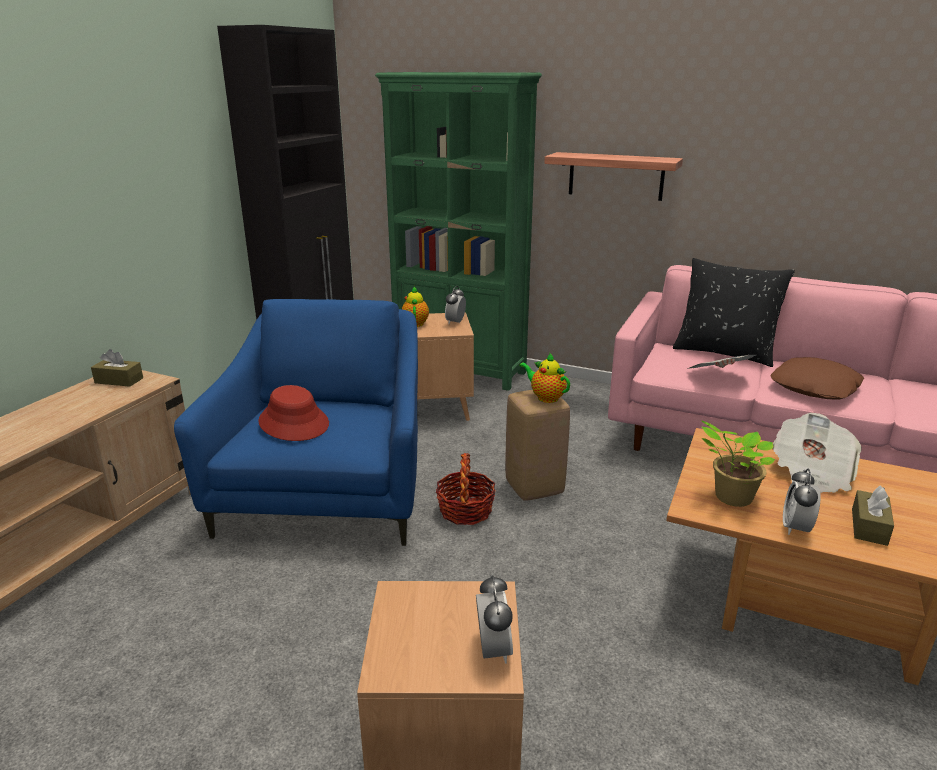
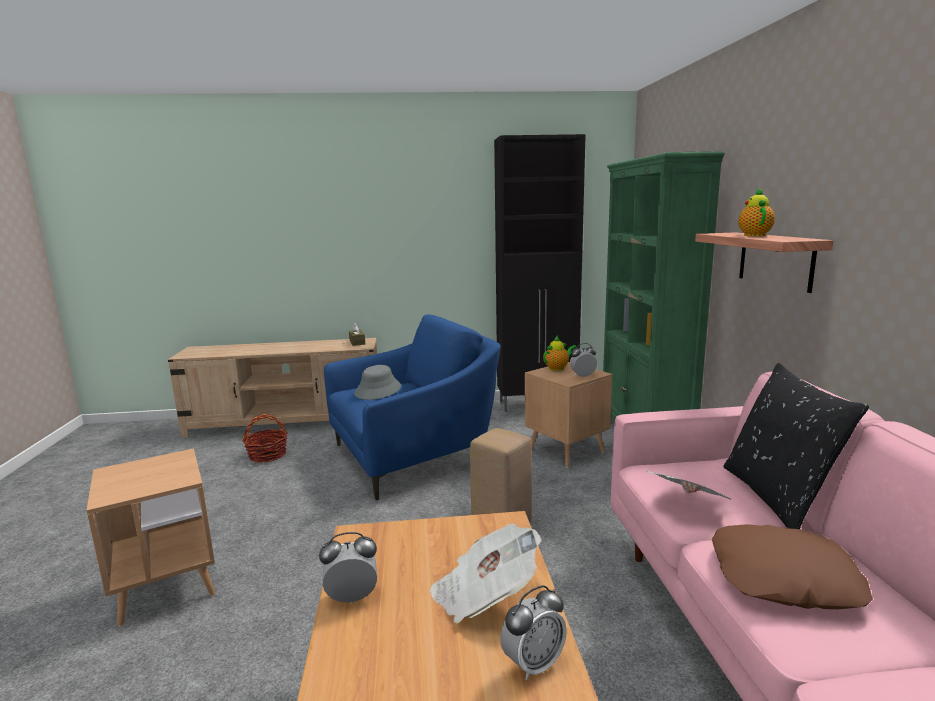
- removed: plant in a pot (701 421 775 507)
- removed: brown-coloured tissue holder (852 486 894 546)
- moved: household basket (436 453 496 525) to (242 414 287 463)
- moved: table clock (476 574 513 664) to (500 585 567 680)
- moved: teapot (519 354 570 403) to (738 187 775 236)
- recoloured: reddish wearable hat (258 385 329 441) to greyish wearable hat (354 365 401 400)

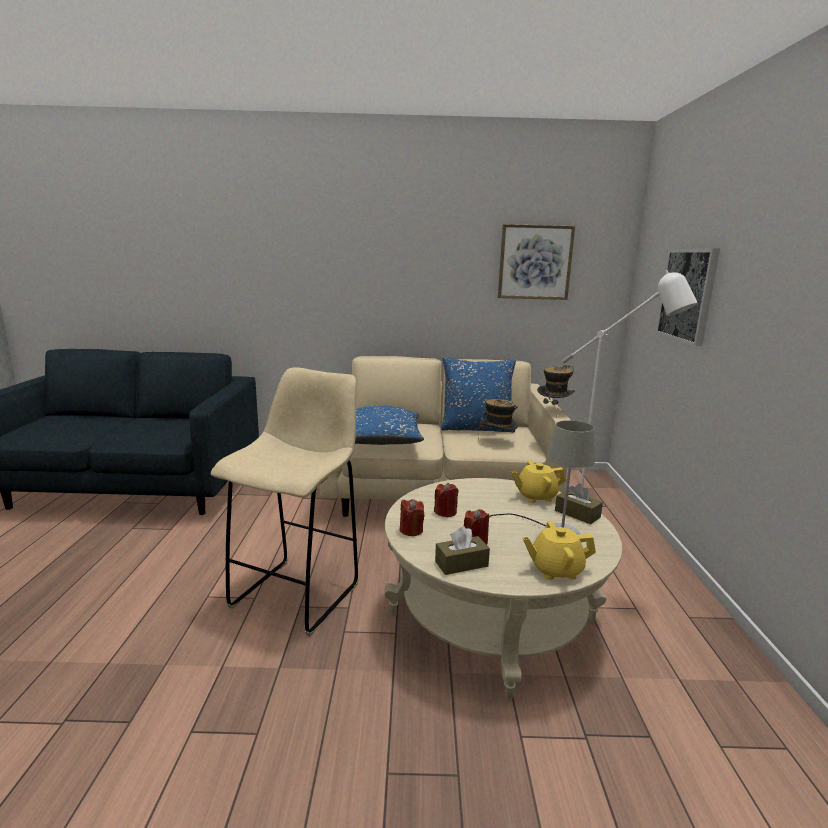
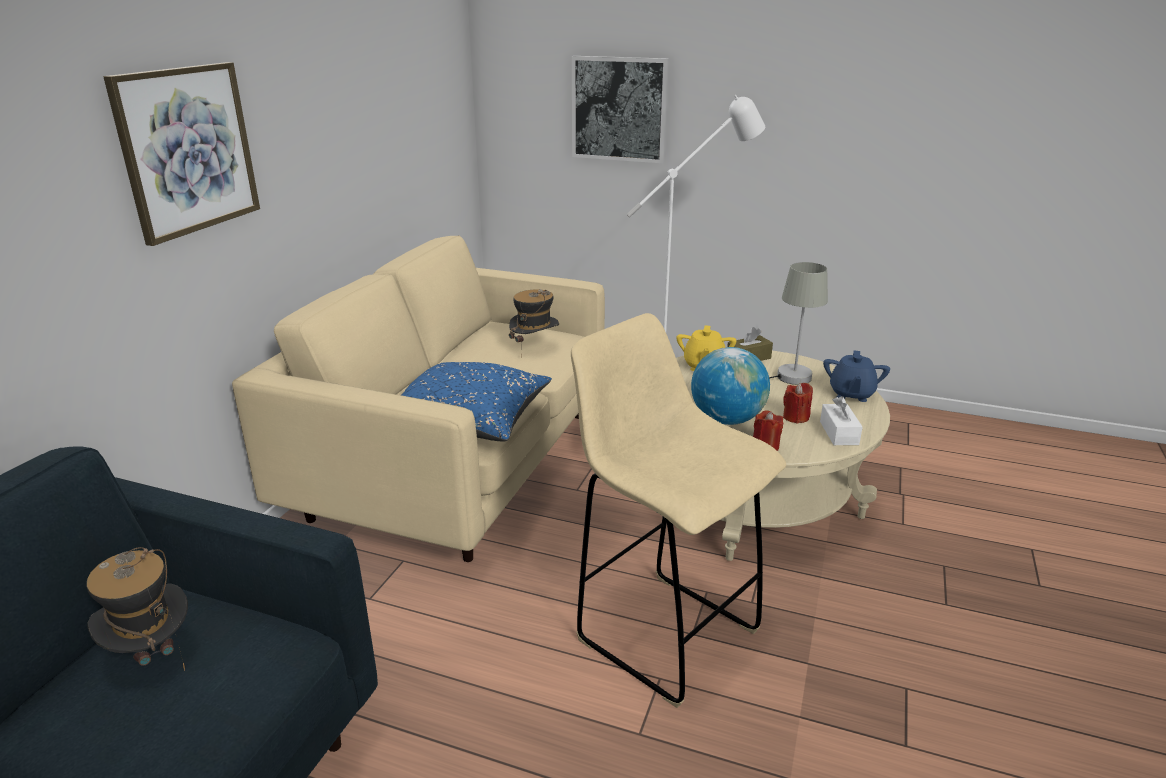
- removed: bluish pillow (441 357 516 432)
- moved: picture (498 224 575 300) to (103 62 260 246)
- moved: wearable hat (537 365 575 417) to (86 547 188 671)
- replaced: reddish candle (434 483 459 517) to world globe (691 347 770 425)
- recoloured: brown-coloured tissue holder (435 526 490 575) to whitish tissue holder (820 396 863 445)
- recoloured: yellow-coloured teapot (523 521 596 580) to bluish teapot (823 350 890 402)

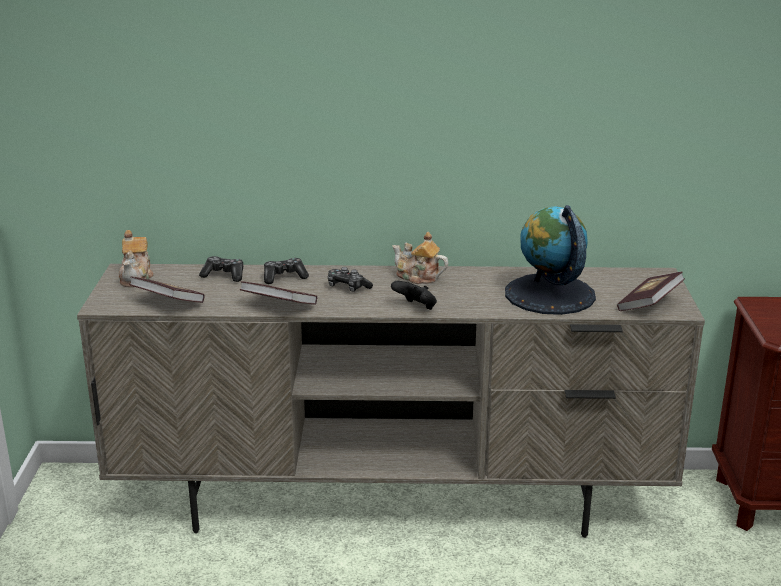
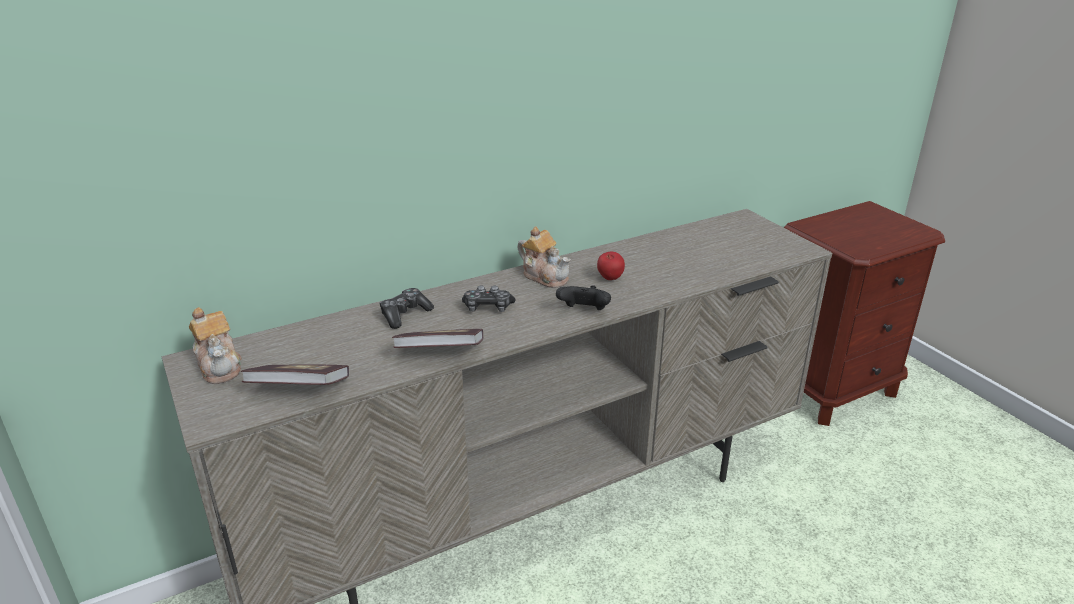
- removed: game controller (199 256 243 282)
- removed: world globe (505 205 596 315)
- removed: bound book (617 272 685 311)
- added: apple fruit (597 252 625 280)
- turned: teapot (393 232 448 284) = (517 226 571 288) 135 degrees counterclockwise

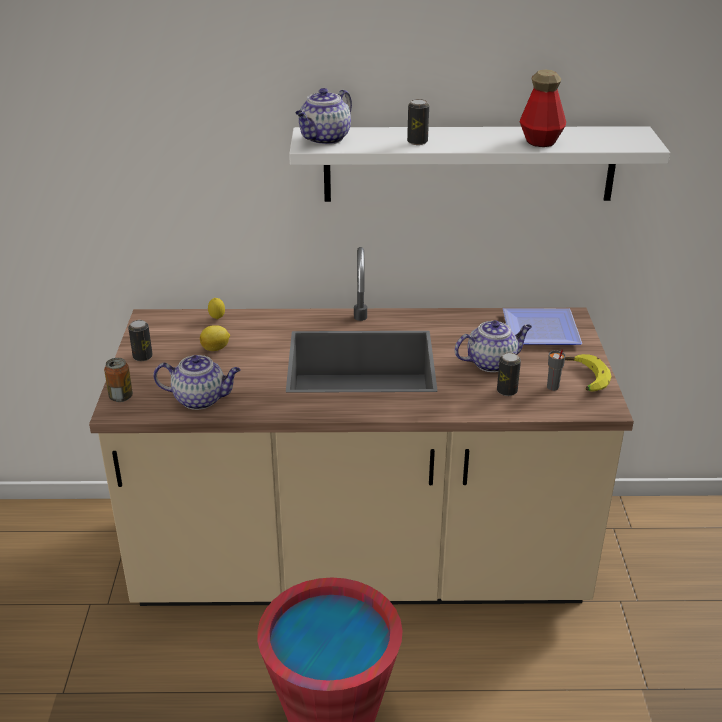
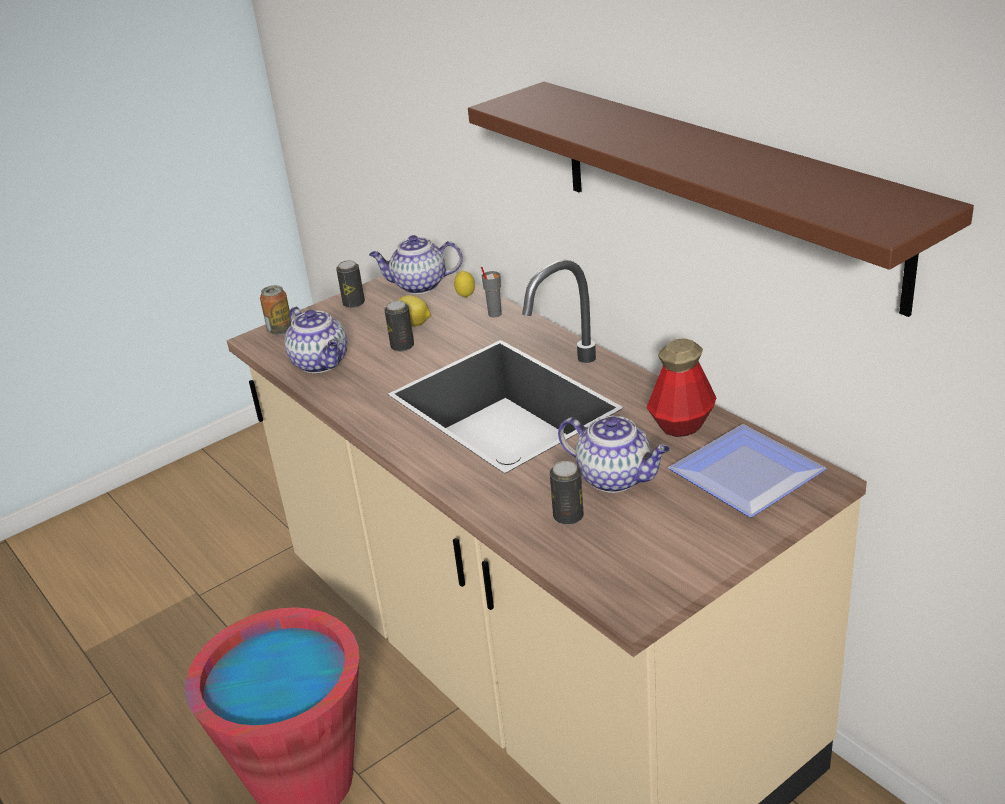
- removed: banana (565 354 612 391)
- moved: teapot (295 88 352 145) to (369 235 463 294)
- moved: metal can (407 99 429 145) to (384 300 414 352)
- moved: bottle (520 70 566 147) to (646 338 717 437)
- moved: greyish cup (547 349 566 391) to (481 267 502 317)
- recoloured: whitish shelf (289 126 670 202) to brown-coloured shelf (468 82 974 317)

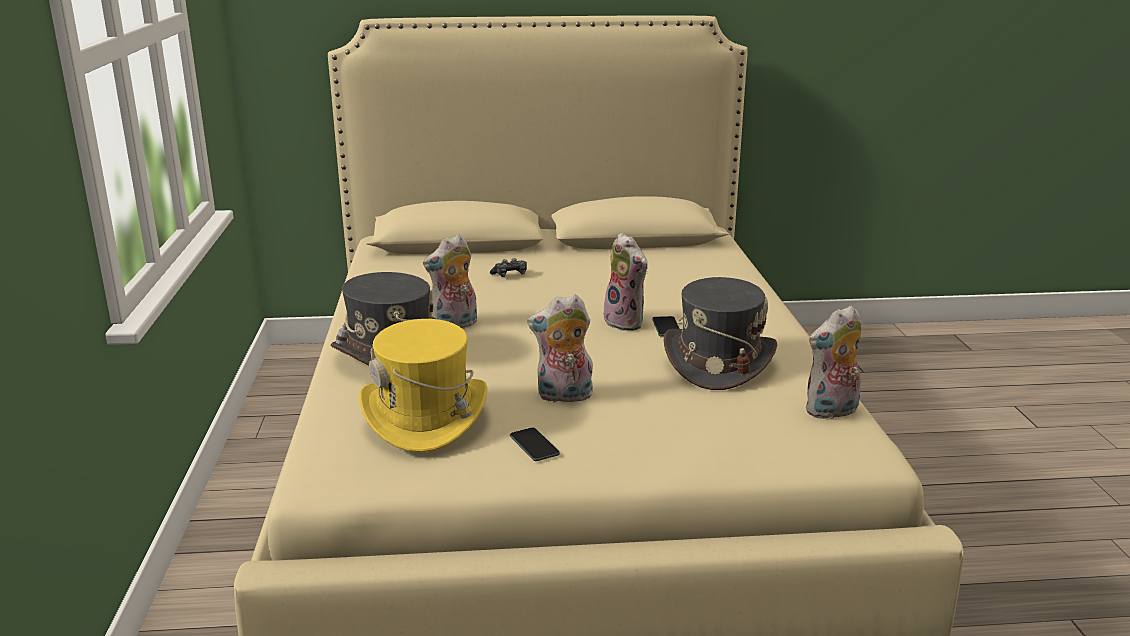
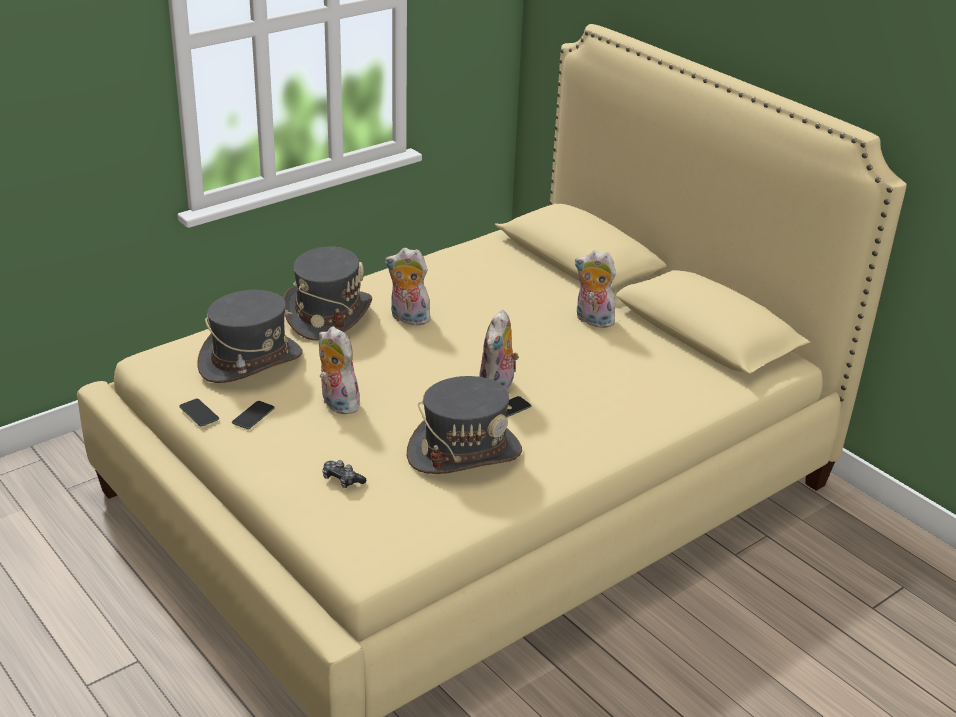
- added: phone (179 399 219 427)
- moved: game controller (490 258 527 277) to (322 460 366 488)
- moved: soft toy (806 306 862 420) to (574 250 616 328)
- recoloured: yellow-coloured wearable hat (359 319 488 452) to greyish wearable hat (197 290 303 383)

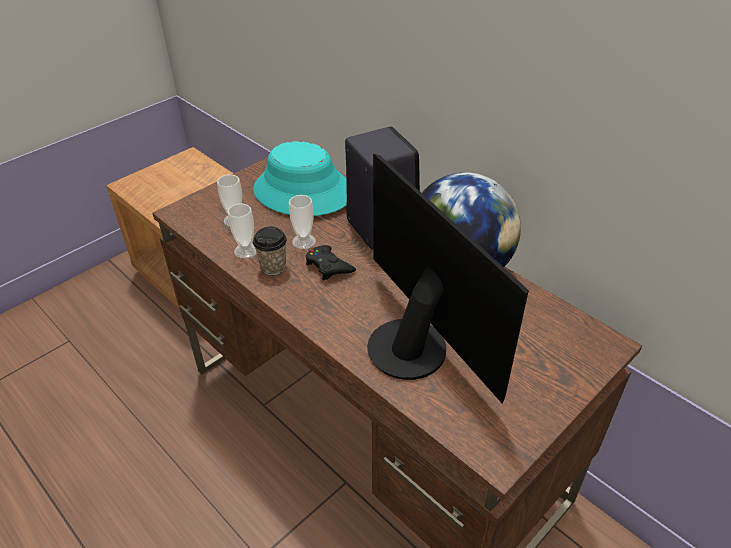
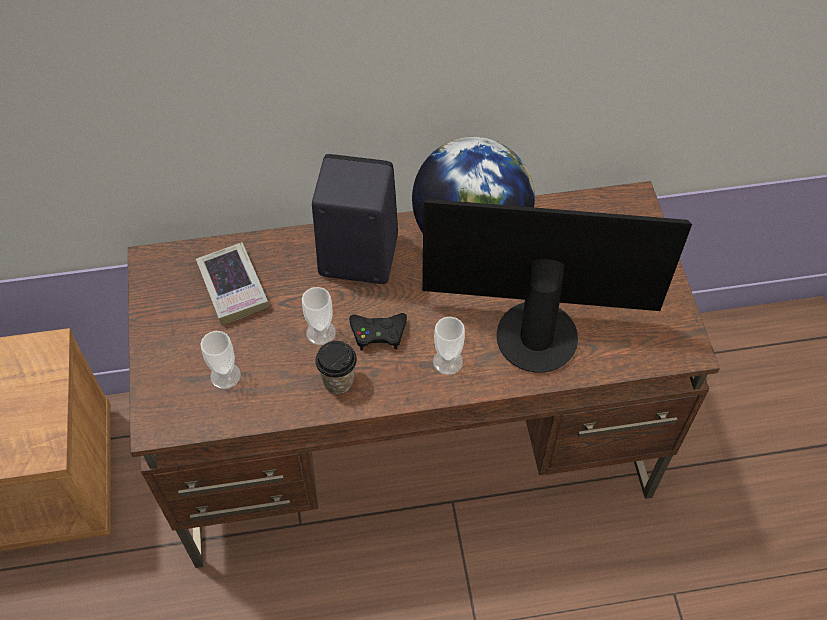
- moved: cup (227 204 257 259) to (433 317 465 375)
- replaced: blue-green wearable hat (253 141 347 216) to bound book (196 242 270 325)

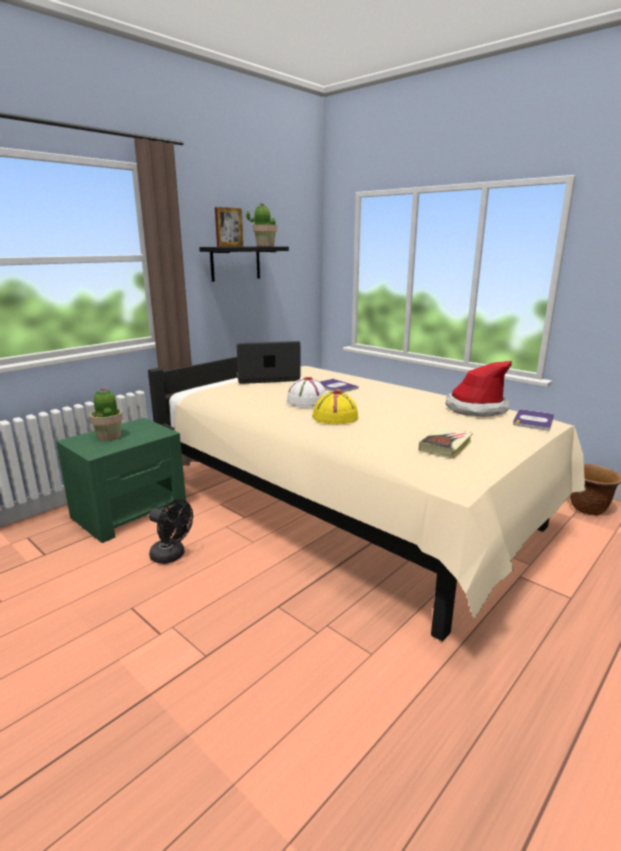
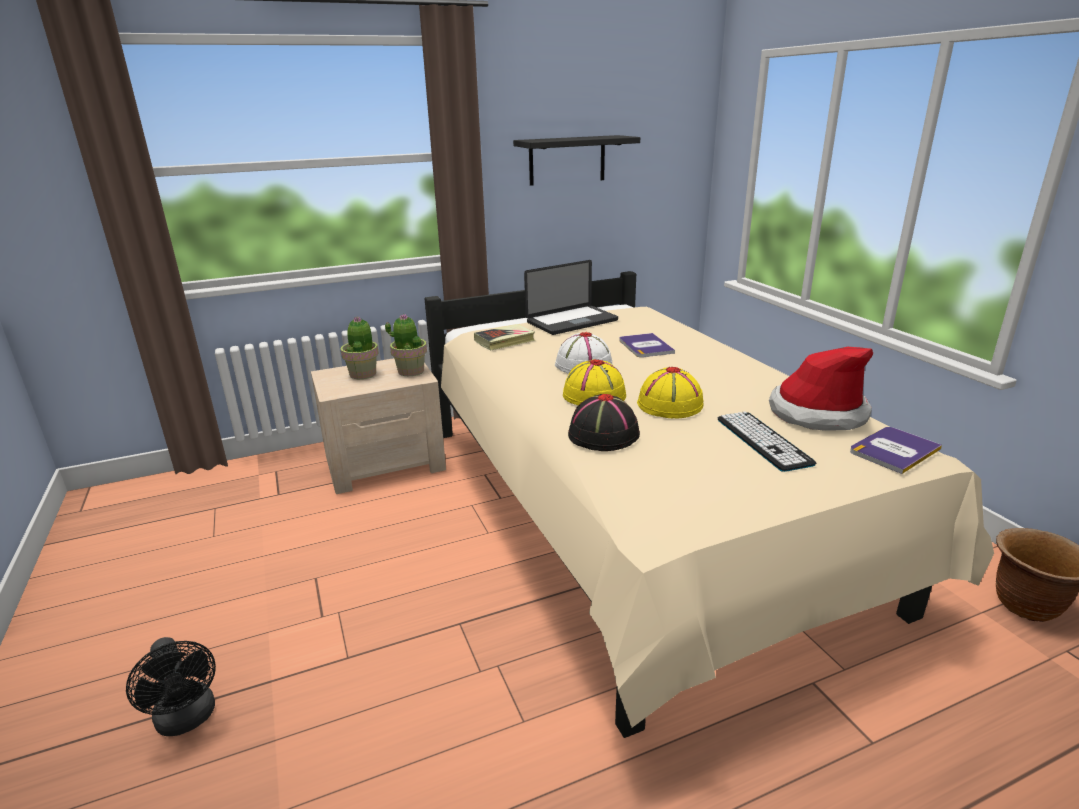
- removed: standing frame (215 207 243 247)
- added: blackish wearable hat (568 394 640 451)
- added: yellow-coloured wearable hat (637 367 704 418)
- added: keyboard (717 411 816 472)
- moved: blackish electric fan (149 499 193 564) to (126 637 216 736)
- moved: plant in a pot (246 203 277 246) to (385 314 427 376)
- moved: bound book (419 427 473 459) to (474 324 535 351)
- recoloured: green-coloured night table (56 418 186 543) to beige-coloured night table (311 358 446 494)
- turned: portable computer (237 341 301 384) = (524 260 618 335) 135 degrees clockwise

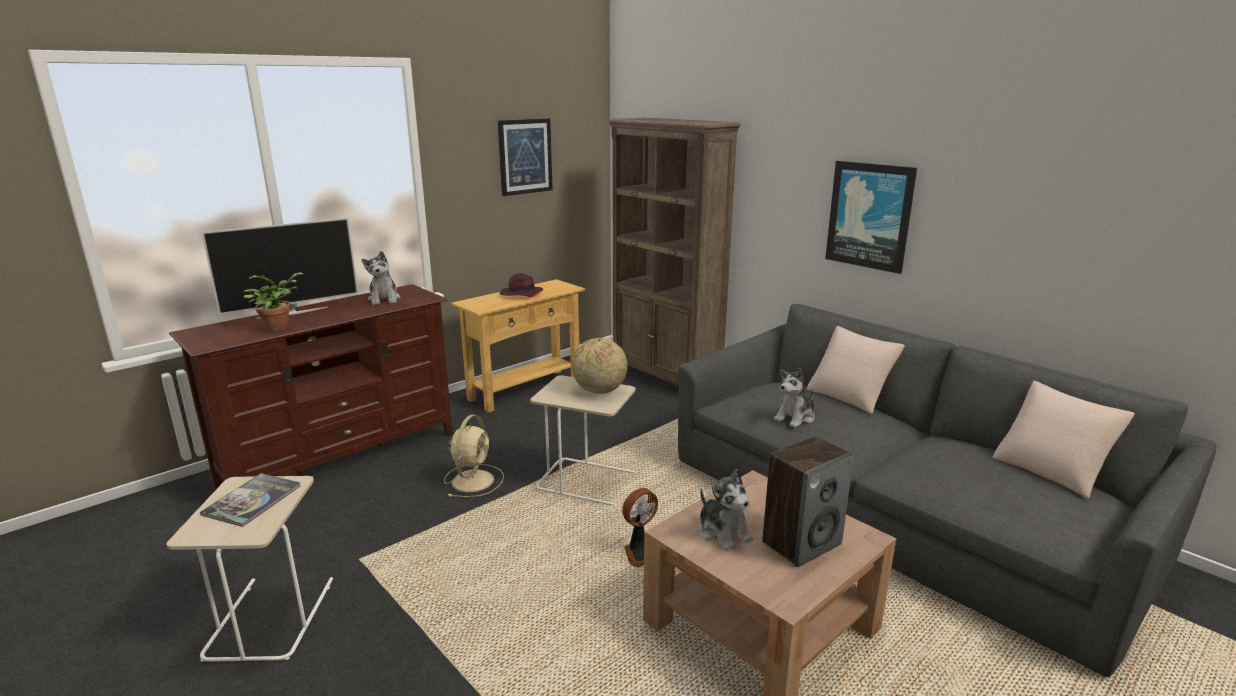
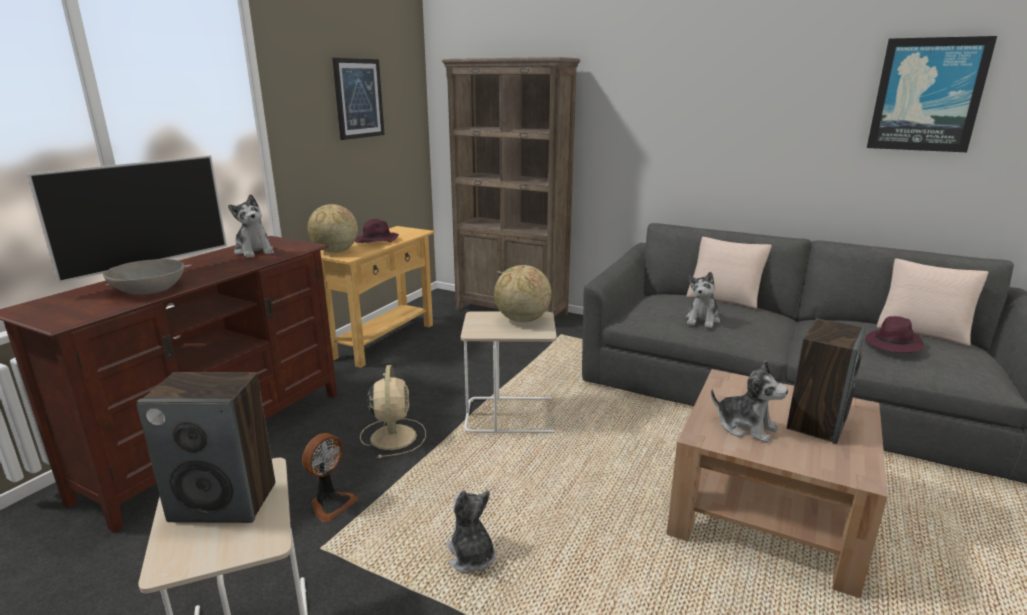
- added: world globe (308 204 358 253)
- added: soft toy (446 490 496 574)
- added: purple-coloured wearable hat (865 316 926 353)
- moved: electric fan (622 488 658 568) to (302 433 358 522)
- moved: picture (825 161 917 274) to (867 36 997 152)
- replaced: bound book (200 473 301 527) to speaker (136 372 275 523)
- replaced: plant in a pot (243 272 303 331) to greyish bowl (103 259 184 294)

